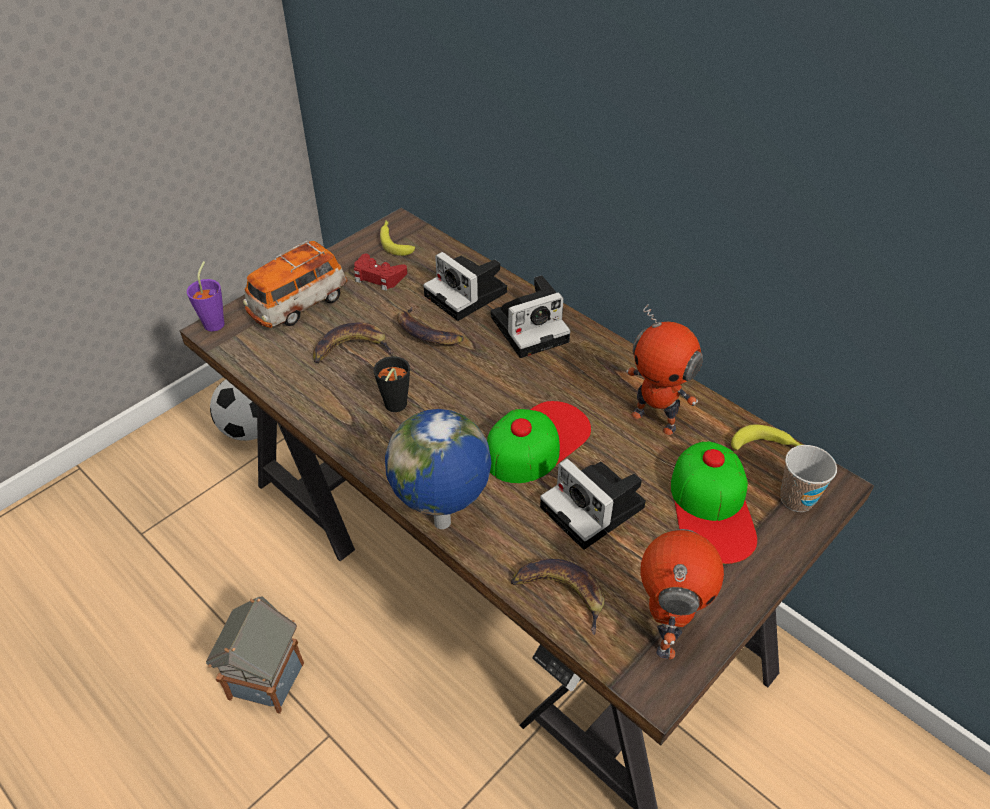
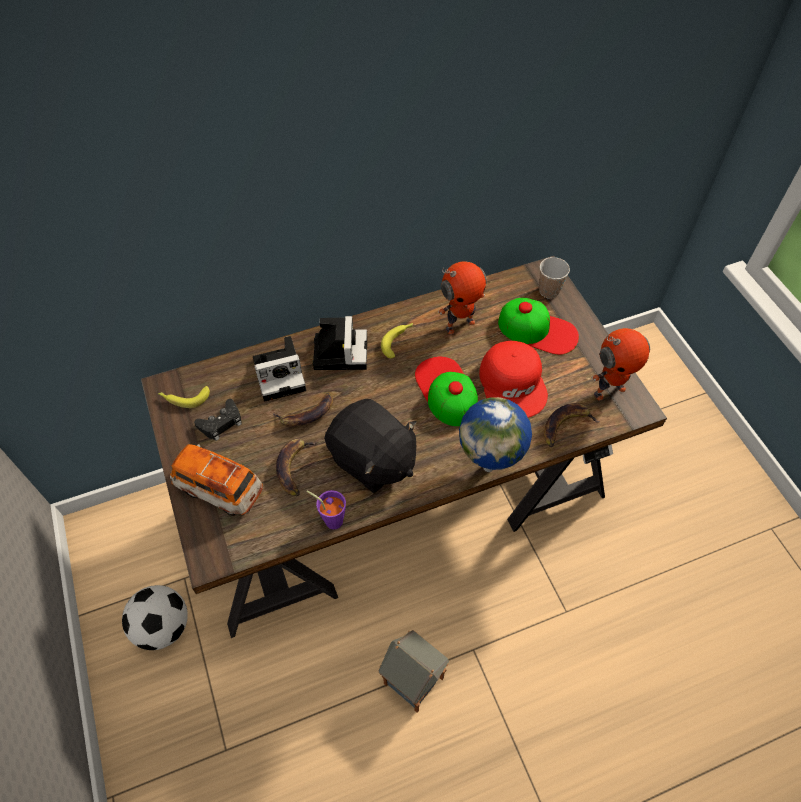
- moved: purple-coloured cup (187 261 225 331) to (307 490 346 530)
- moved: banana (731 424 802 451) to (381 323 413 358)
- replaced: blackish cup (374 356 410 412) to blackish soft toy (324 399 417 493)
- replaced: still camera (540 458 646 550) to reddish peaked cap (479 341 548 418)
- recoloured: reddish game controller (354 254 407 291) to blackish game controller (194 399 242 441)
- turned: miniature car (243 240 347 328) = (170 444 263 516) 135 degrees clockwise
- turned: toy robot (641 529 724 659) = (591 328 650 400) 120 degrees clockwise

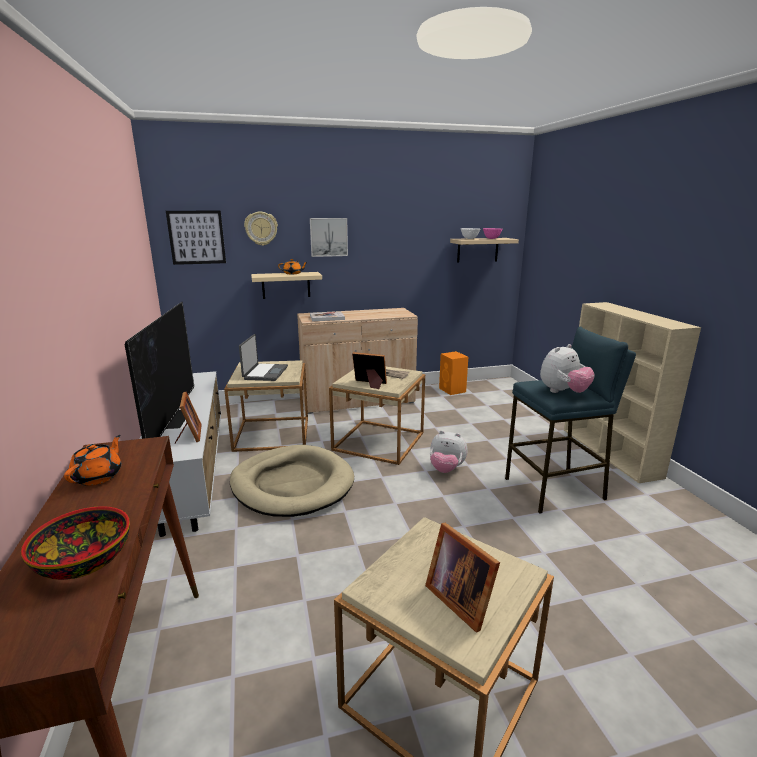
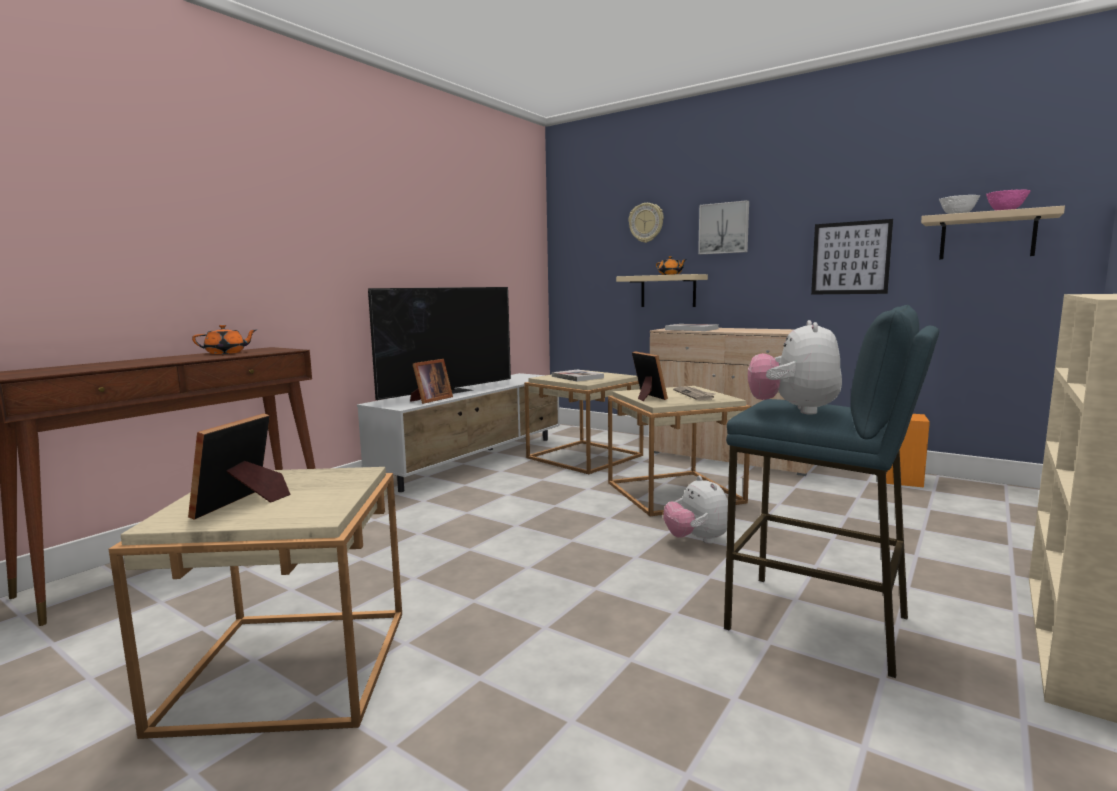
- removed: bowl (21 506 130 580)
- removed: beige-coloured pet bed (230 445 354 517)
- moved: picture (166 211 226 265) to (811 219 893 294)
- replaced: portable computer (239 334 288 381) to bound book (552 370 604 381)
- turned: soft toy (540 344 595 393) = (748 320 842 415) 90 degrees clockwise

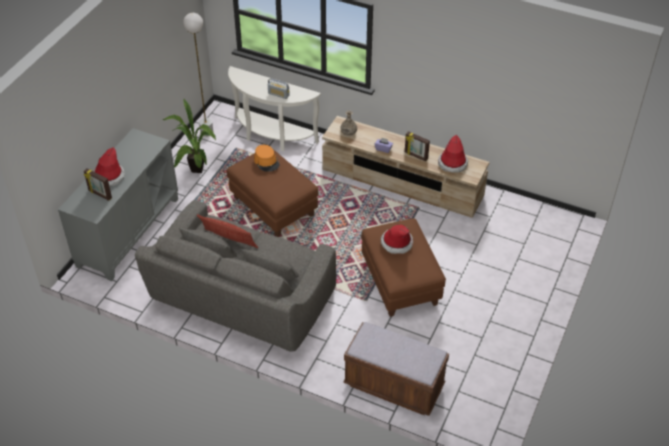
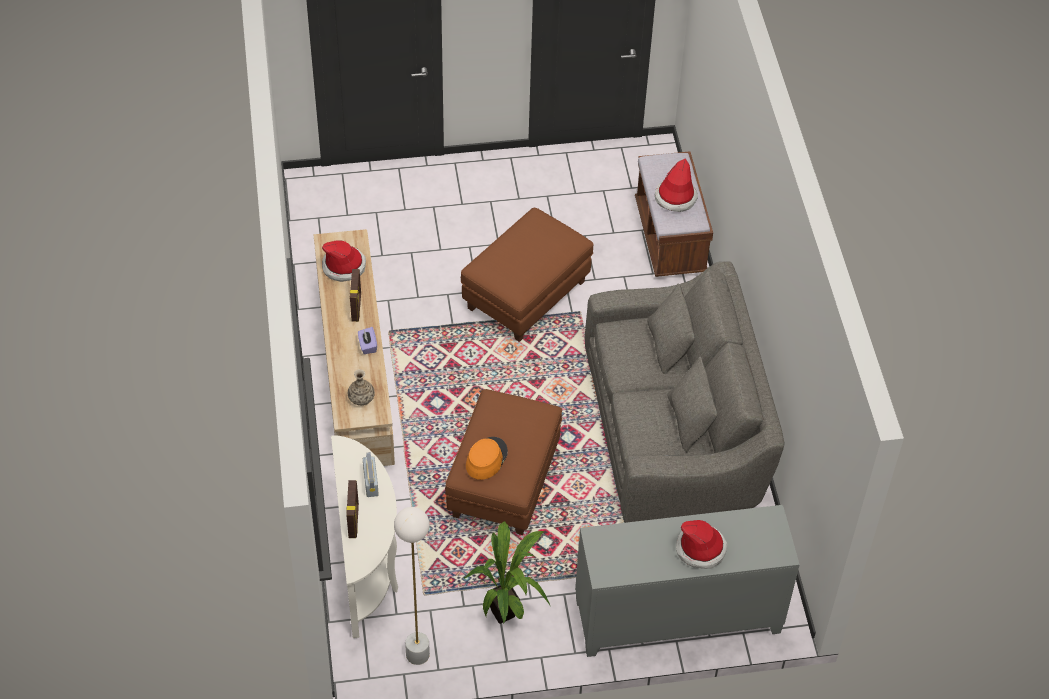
- removed: pillow (197 214 258 248)
- moved: standing frame (84 168 112 201) to (346 480 359 538)
- moved: wearable hat (381 225 413 254) to (655 159 698 212)

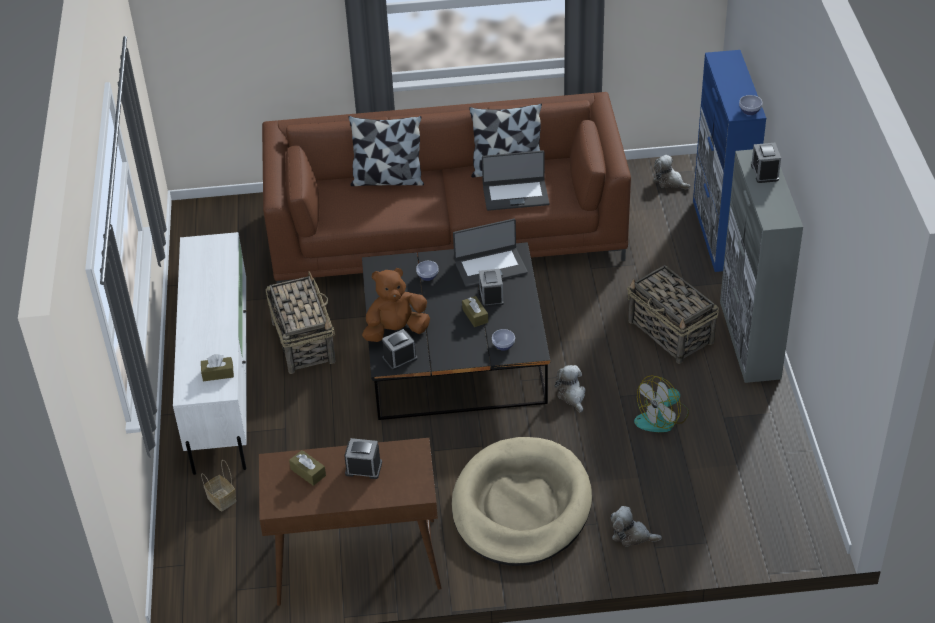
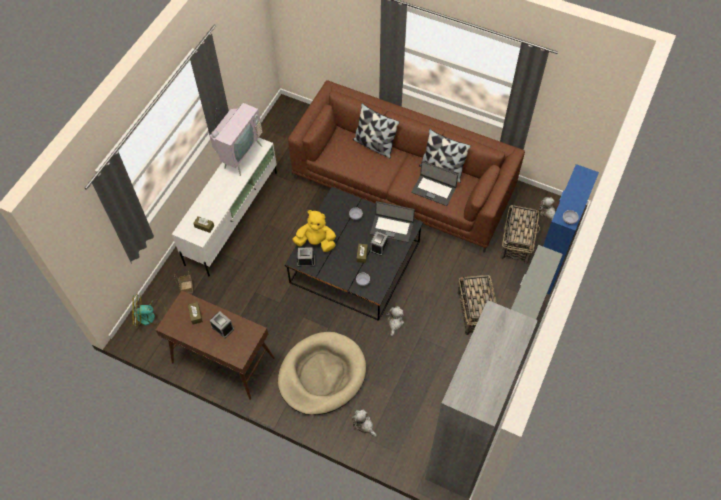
- removed: table clock (751 143 781 183)
- added: television (210 103 262 176)
- added: greyish bookcase (425 300 538 498)
- moved: household basket (266 271 336 374) to (500 205 540 264)
- moved: electric fan (634 376 689 432) to (132 295 167 326)
- recoloured: brown-coloured soft toy (362 268 430 342) to yellow-coloured soft toy (292 210 336 252)

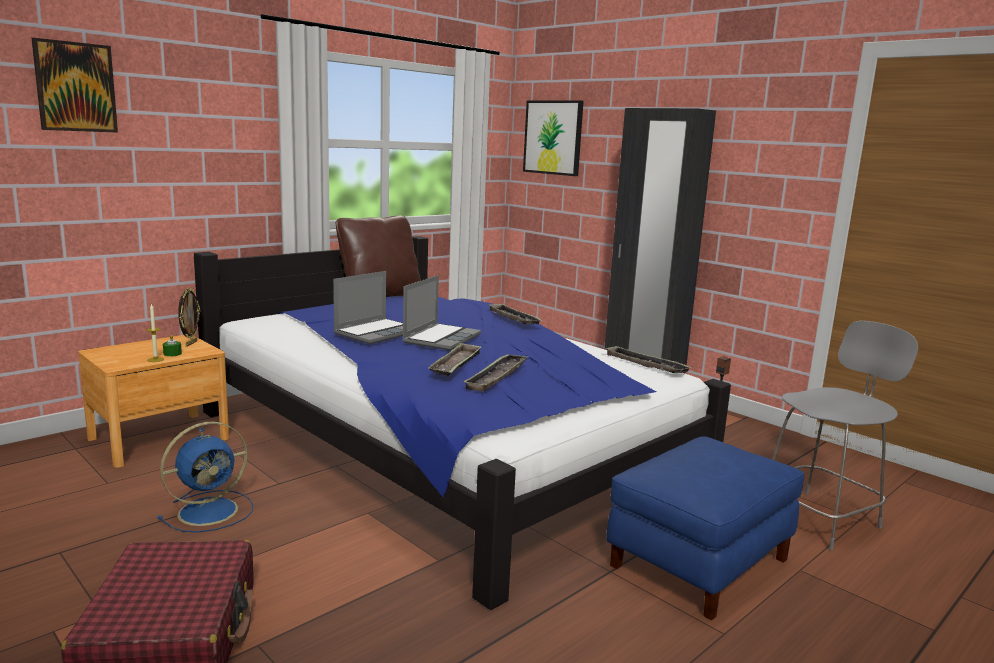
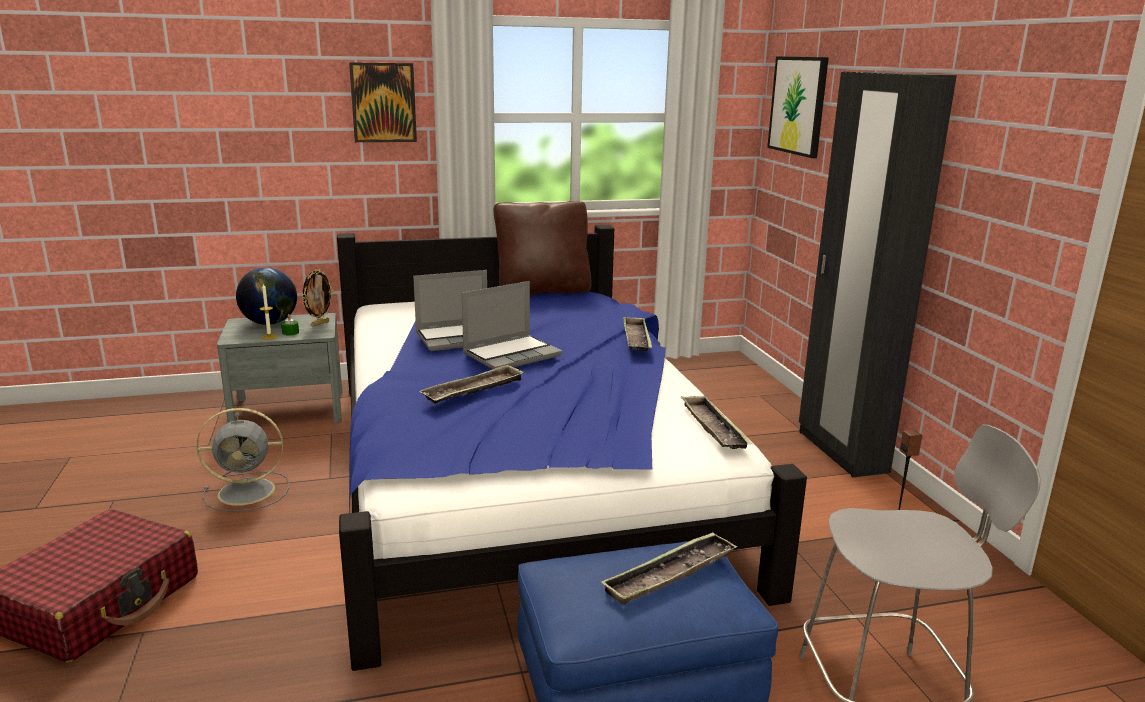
- added: world globe (236 267 297 325)
- moved: picture (31 38 118 133) to (349 62 417 142)
- moved: carrying tray (463 354 527 392) to (601 532 738 605)
- recoloured: brown-coloured night table (78 335 229 468) to greyish night table (217 313 342 423)
- recoloured: bluish electric fan (157 422 253 533) to greyish electric fan (196 408 289 512)

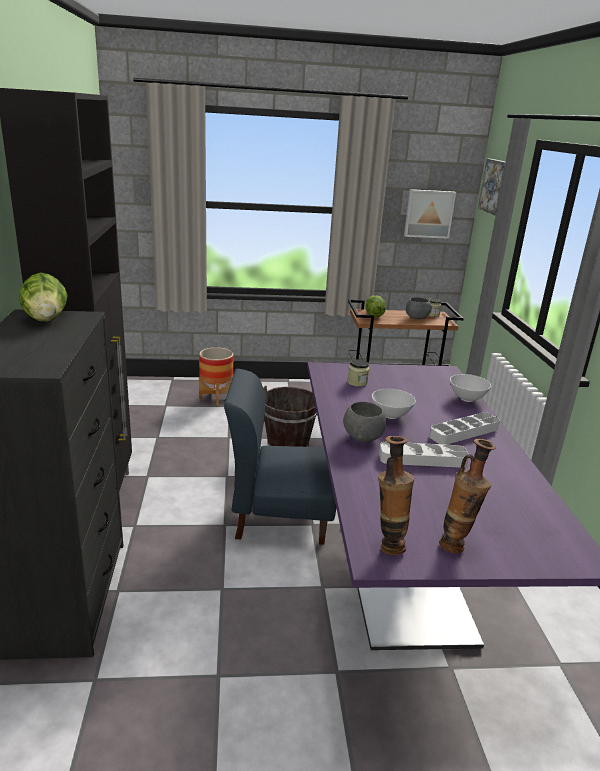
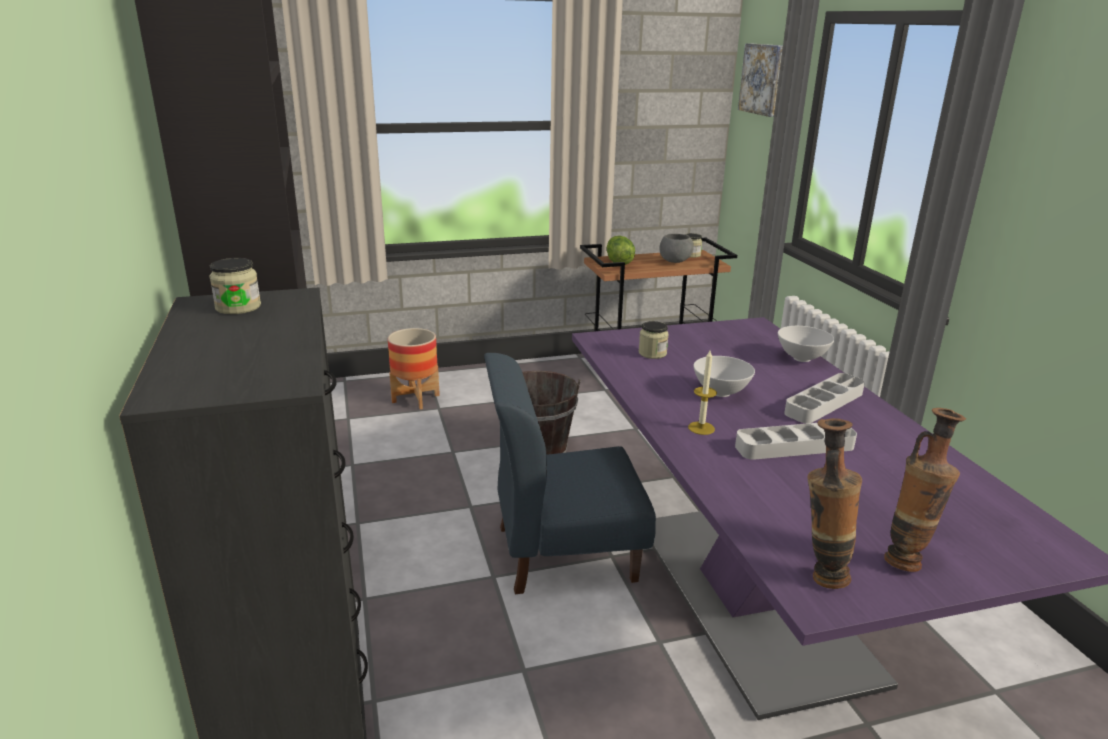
- removed: picture (404 189 456 239)
- replaced: lettuce head (19 272 68 322) to preserve jar (209 258 261 314)
- replaced: greyish bowl (343 402 386 442) to candle (688 350 717 435)

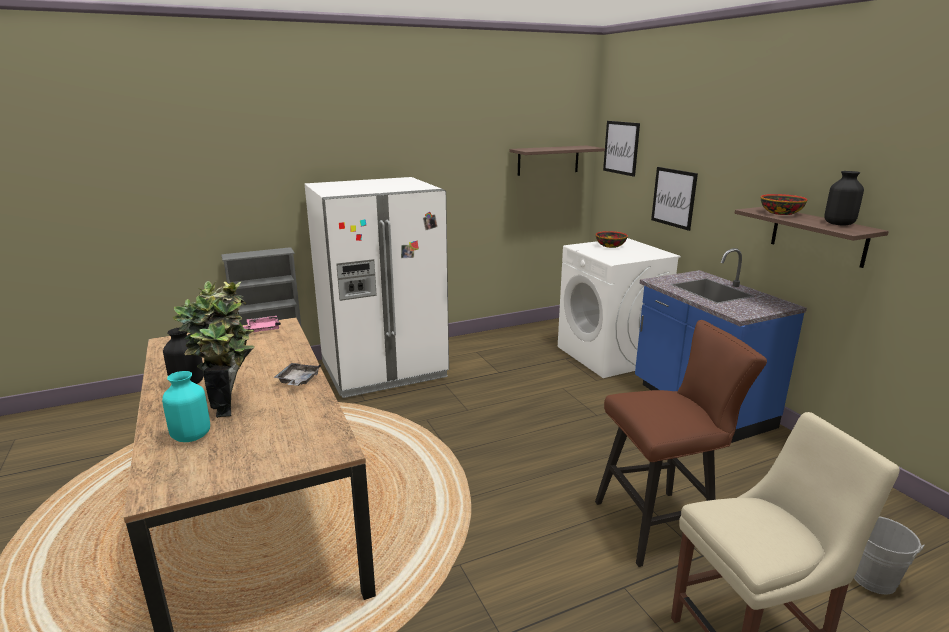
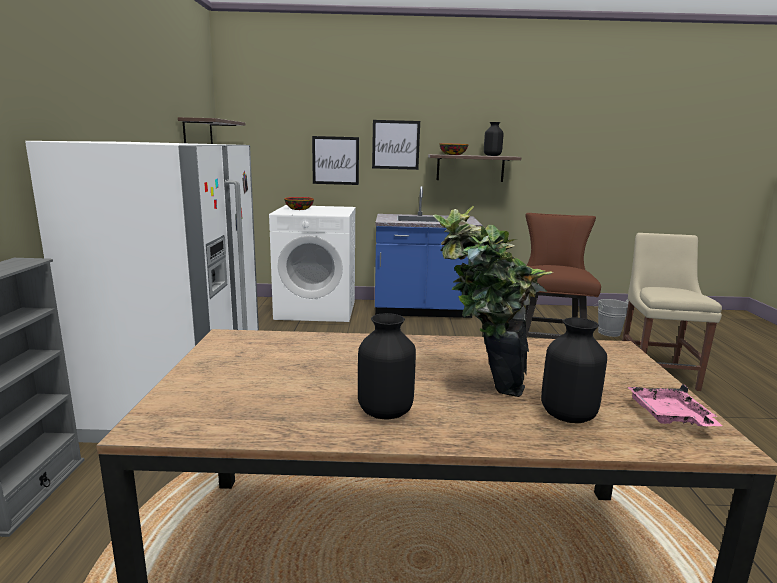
- removed: greyish carrying tray (273 363 321 386)
- moved: pinkish carrying tray (243 316 281 332) to (628 384 723 426)
- moved: picture (603 121 640 177) to (372 120 420 170)
- recoloured: blue-green decorative vase (162 371 210 442) to blackish decorative vase (541 318 607 423)

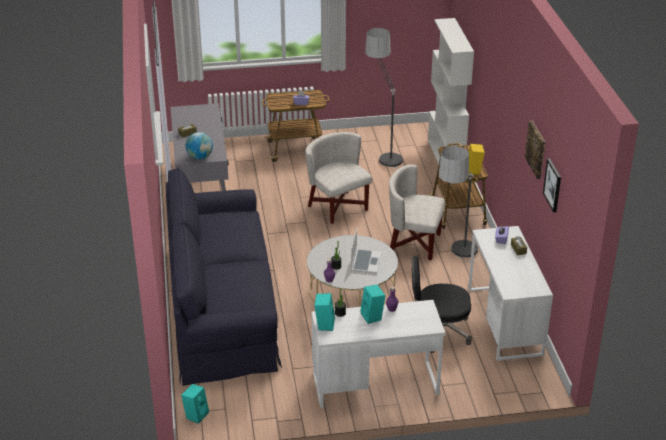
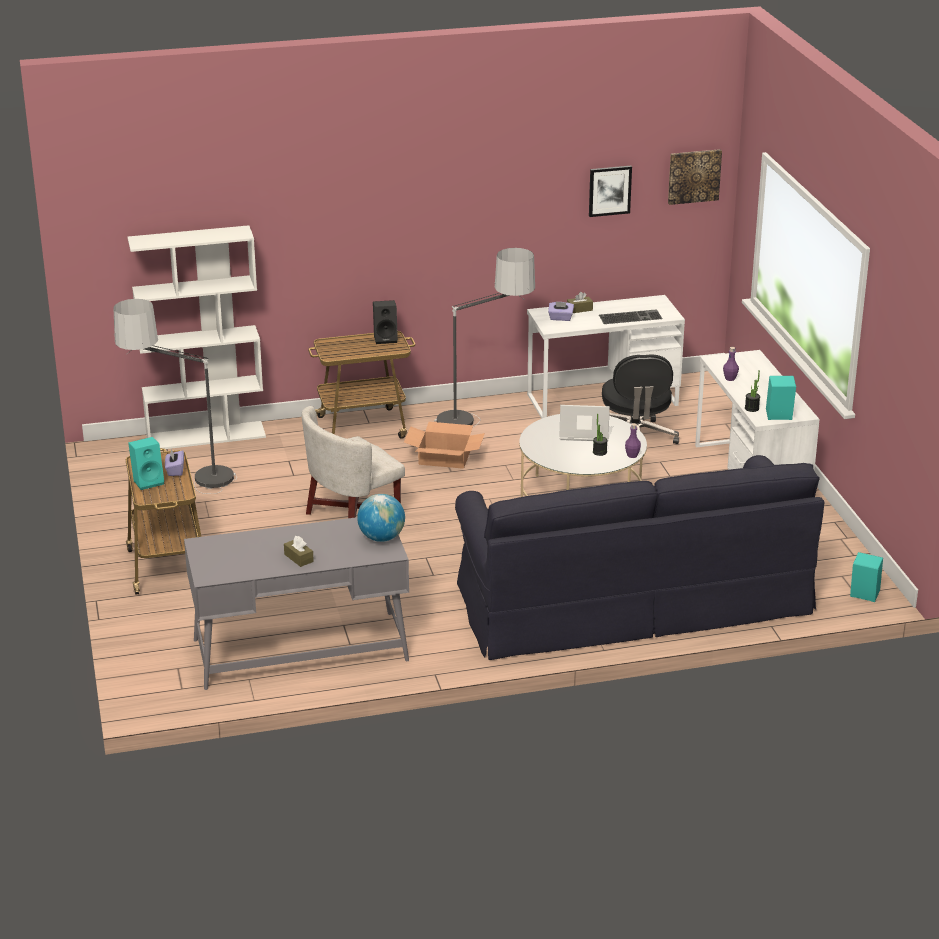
- added: keyboard (599 309 662 324)
- moved: blue-green speaker (360 285 386 324) to (128 437 164 490)
- moved: picture (525 121 545 179) to (668 149 722 205)
- replaced: whitish easy chair (389 165 445 260) to carton (404 422 485 469)
- recoloured: yellow-coloured speaker (469 144 485 175) to blackish speaker (373 300 398 344)

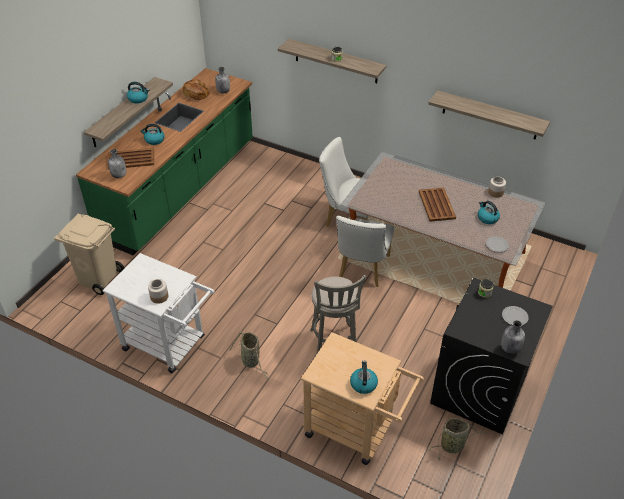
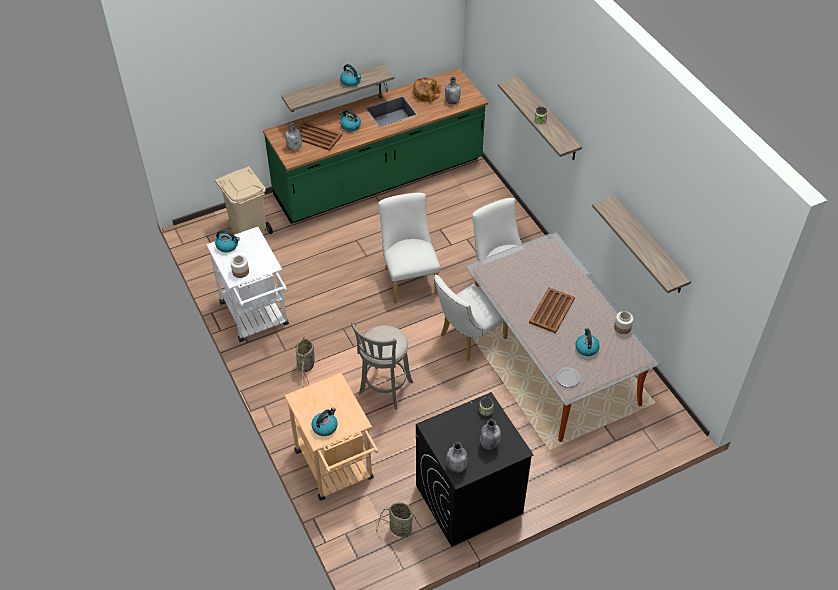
- added: tea kettle (215 230 240 253)
- added: whitish upright chair (378 193 440 303)
- replaced: plate (502 306 529 325) to greyish bottle (480 419 501 450)

